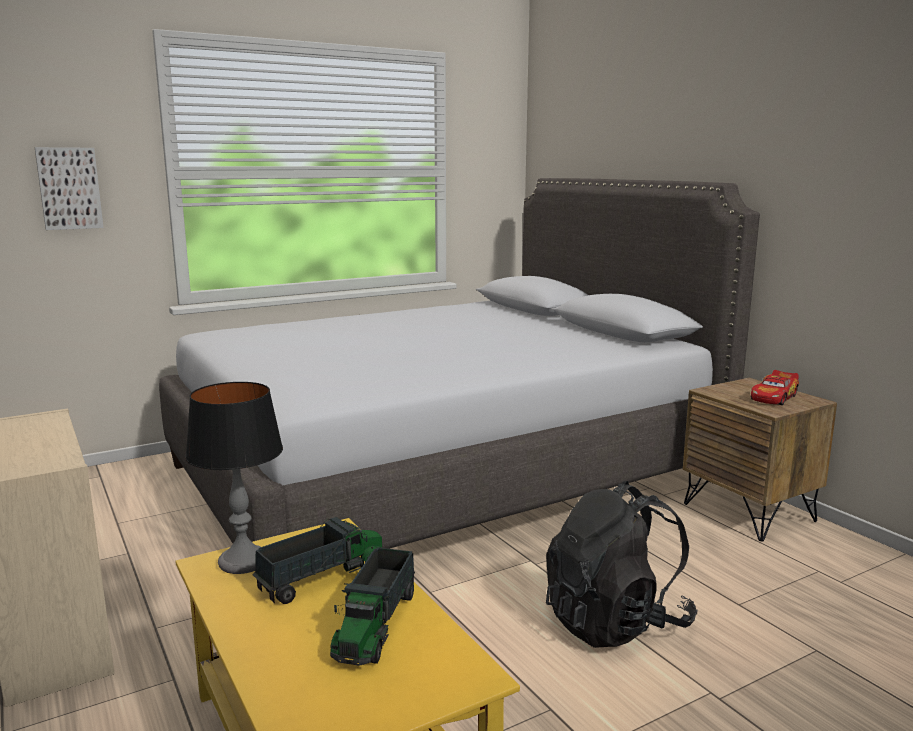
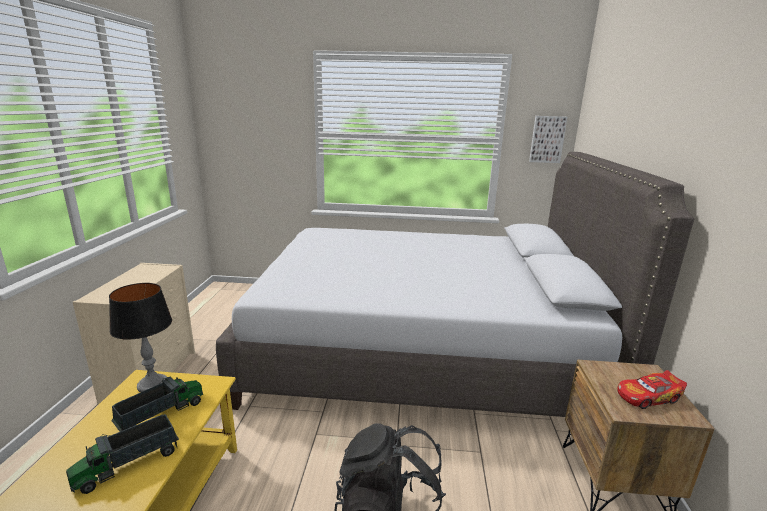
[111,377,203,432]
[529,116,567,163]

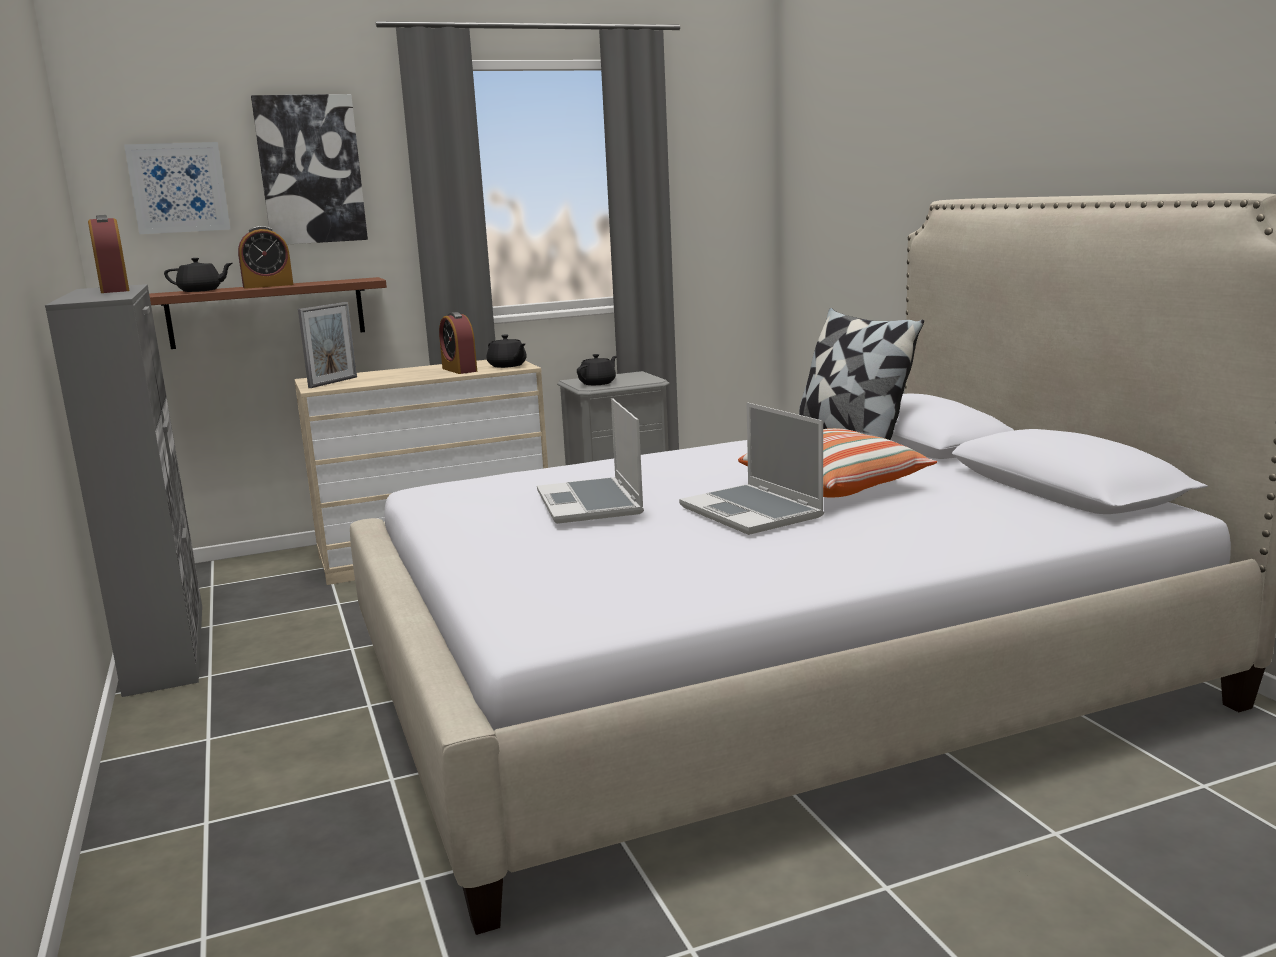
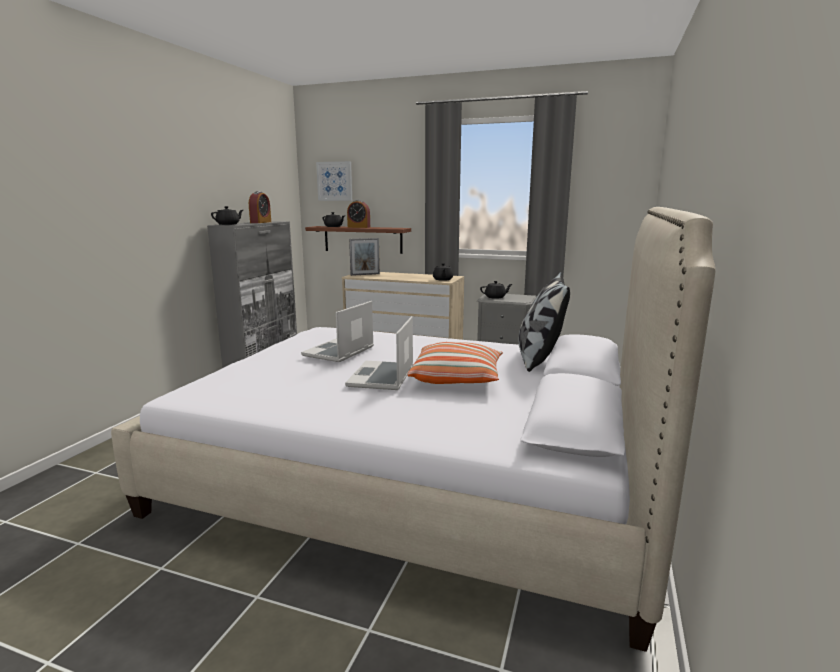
[211,206,243,225]
[251,94,368,245] (first image)
[439,312,477,374] (first image)

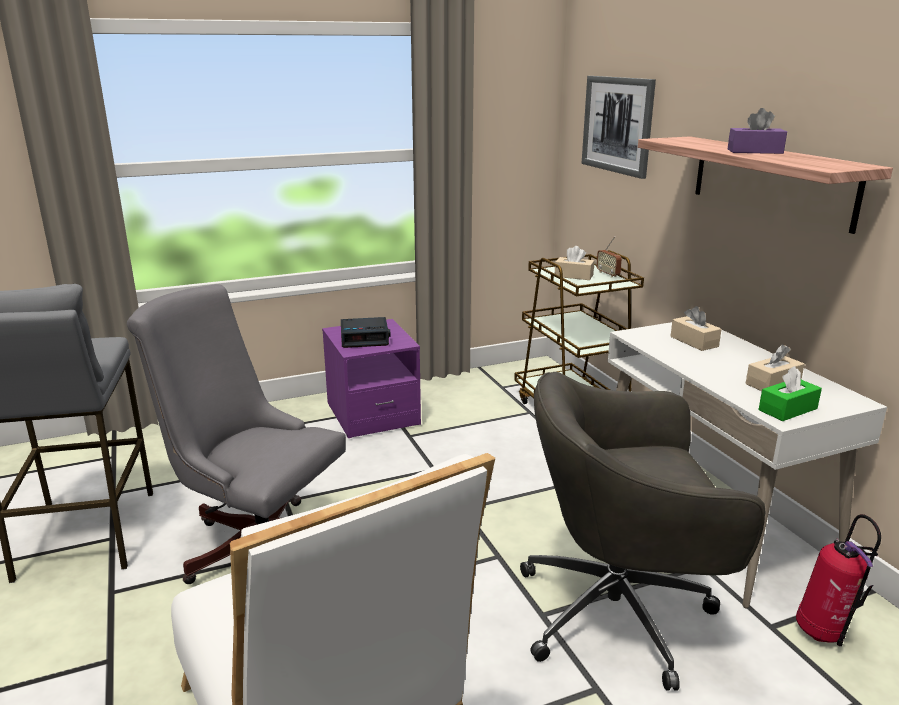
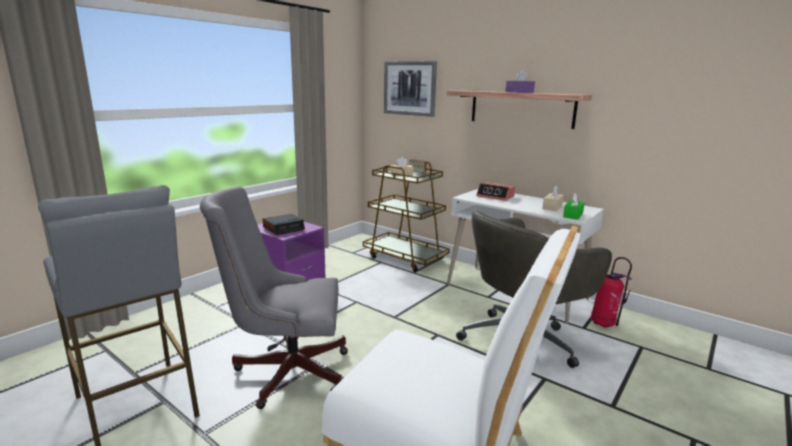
[476,183,515,201]

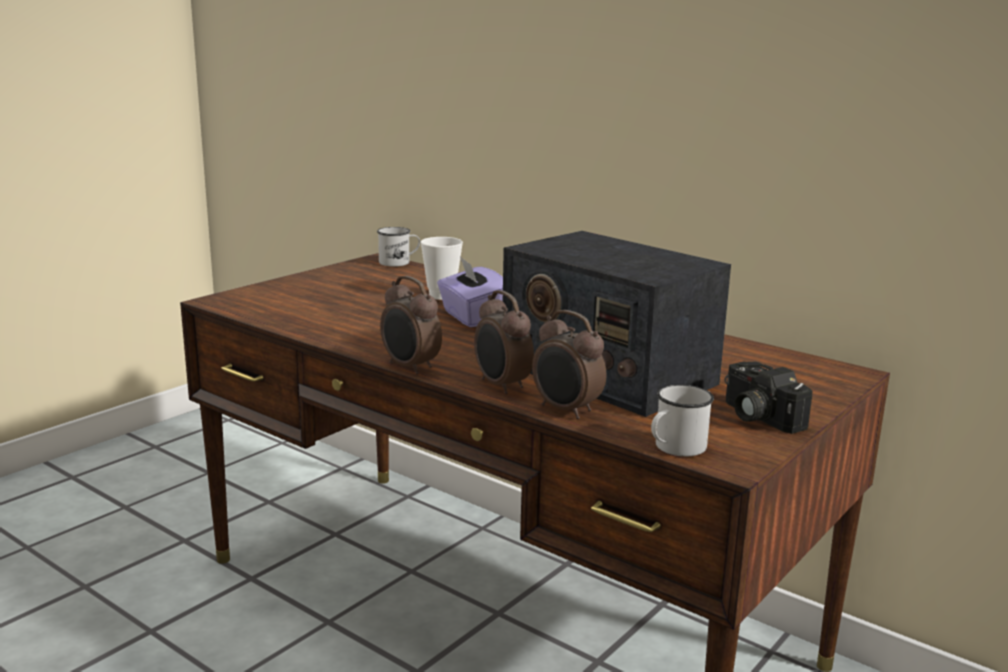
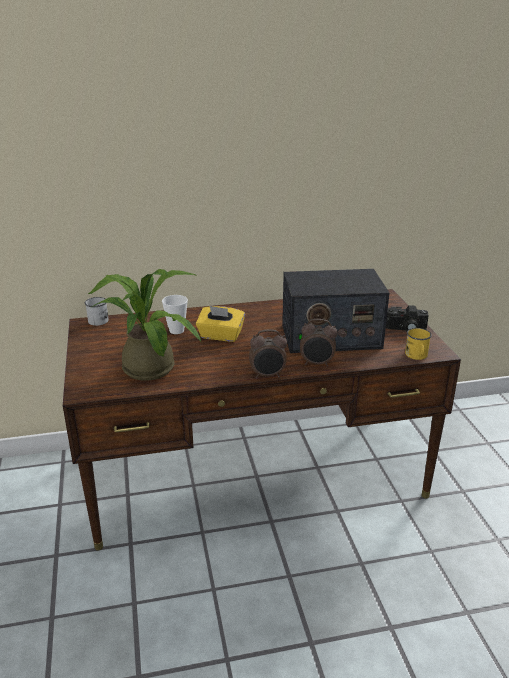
[88,269,201,381]
[196,306,245,342]
[405,328,432,360]
[532,310,606,419] (first image)

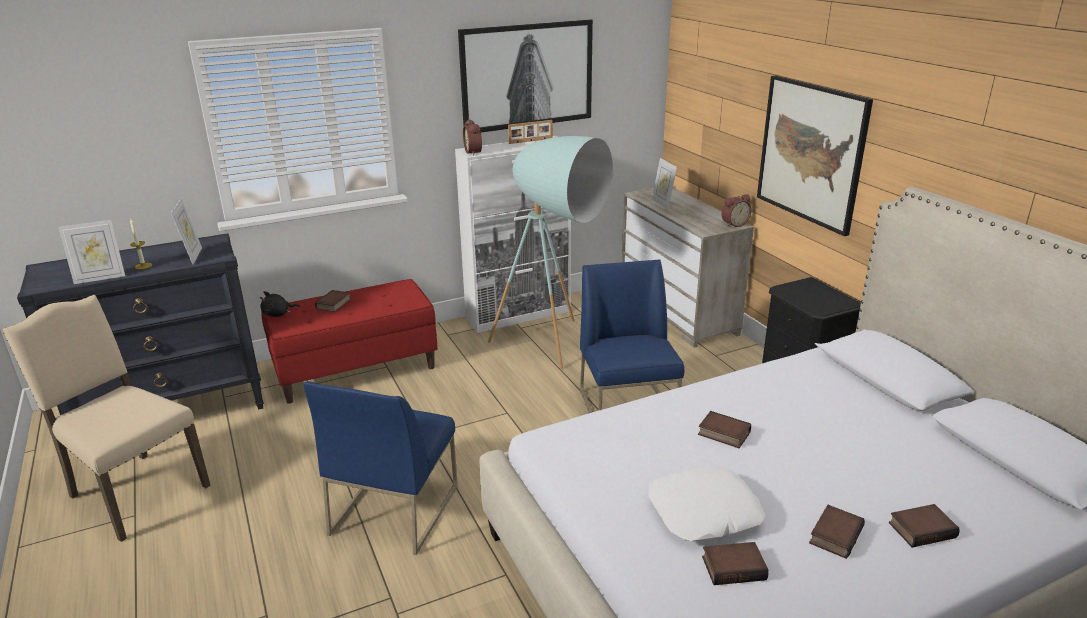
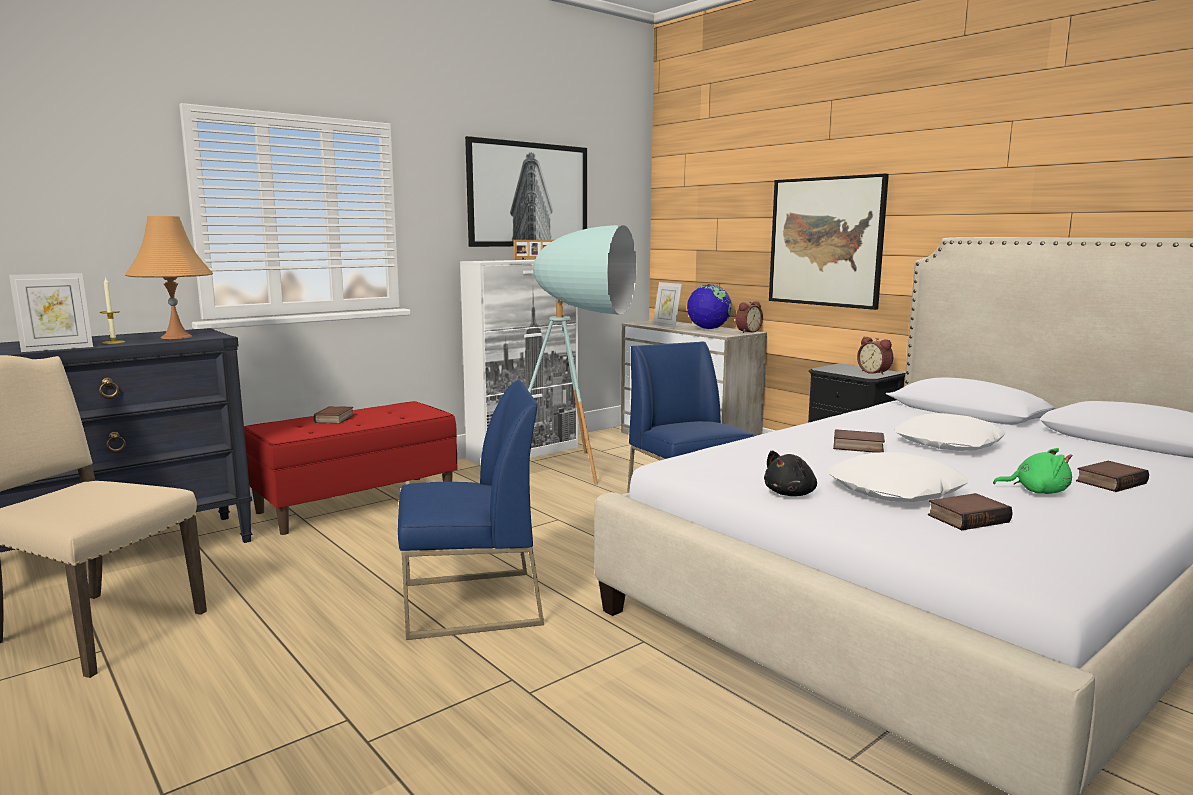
[125,216,213,339]
[398,380,544,640]
[687,284,732,329]
[764,450,817,496]
[857,337,893,375]
[894,413,1006,451]
[993,448,1072,494]

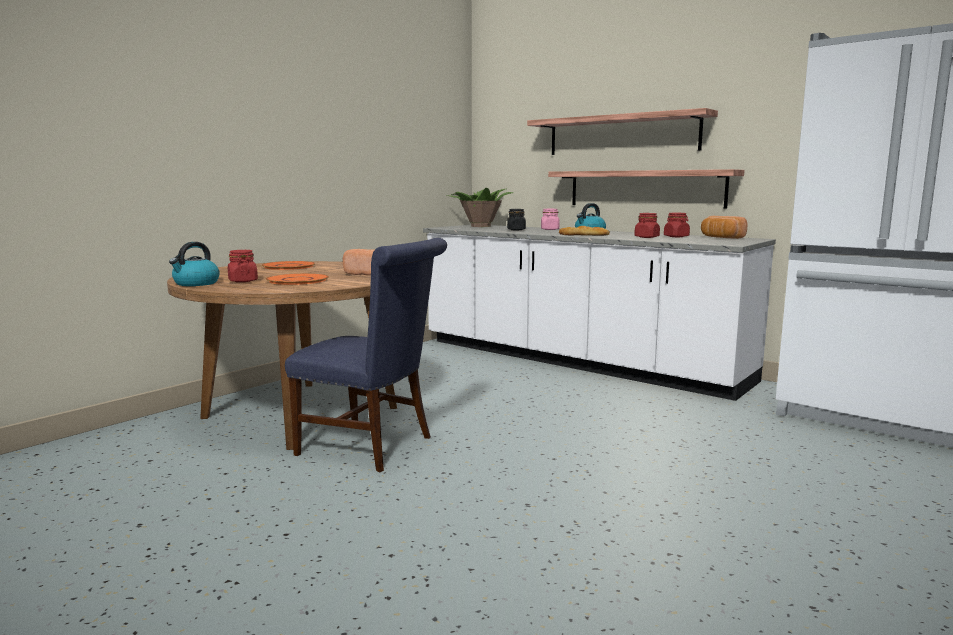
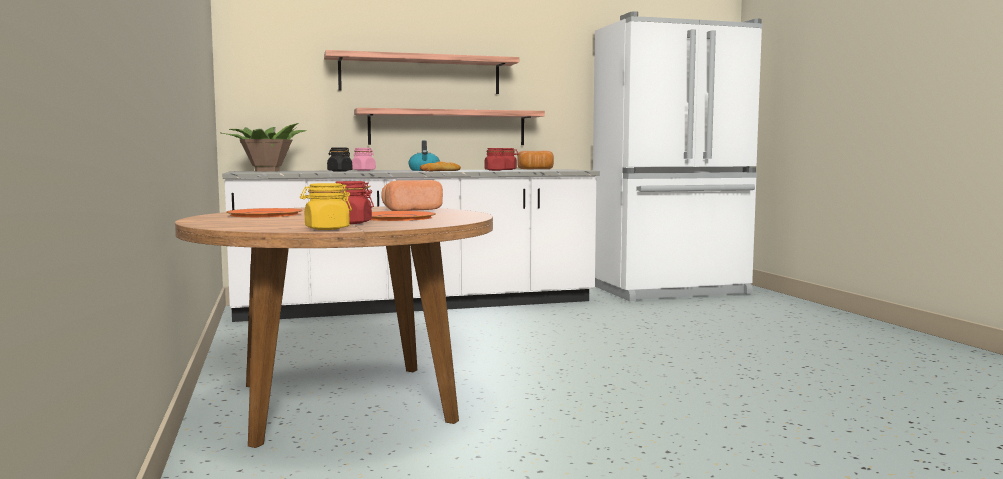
[300,183,352,230]
[285,238,447,473] (first image)

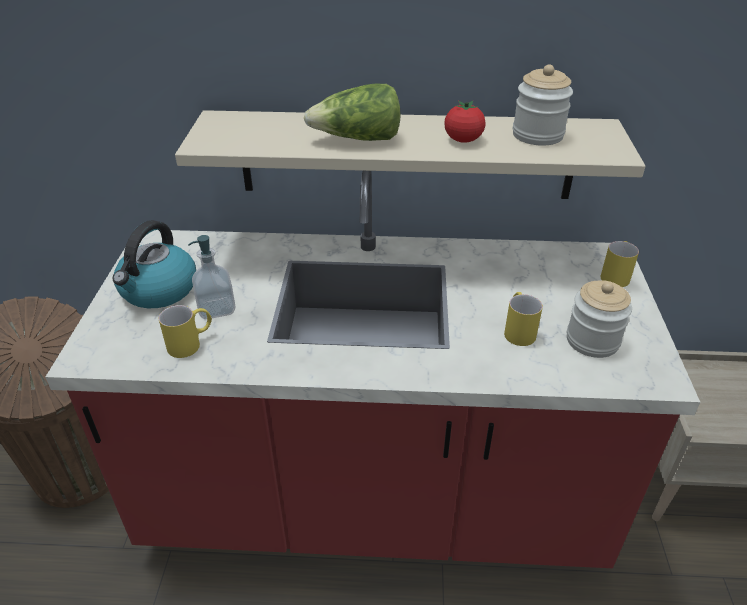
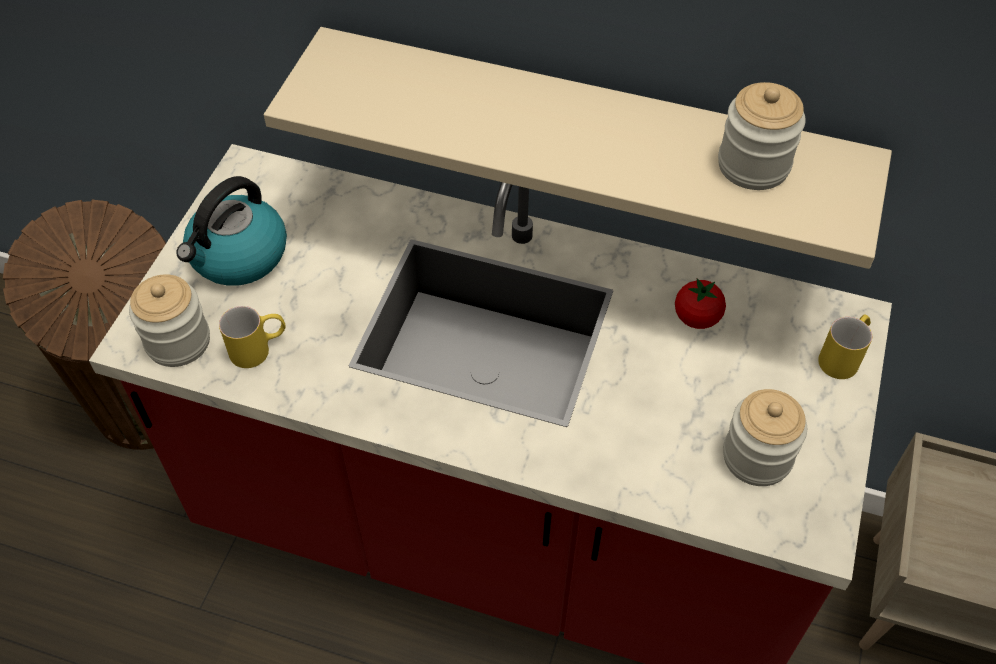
[129,274,210,367]
[675,278,726,329]
[188,235,236,319] (first image)
[303,84,400,141] (first image)
[504,292,543,346] (first image)

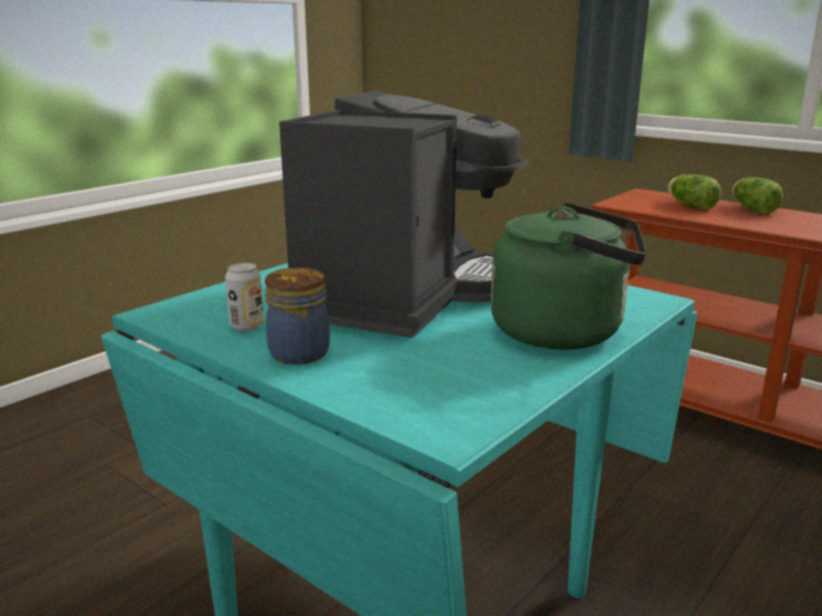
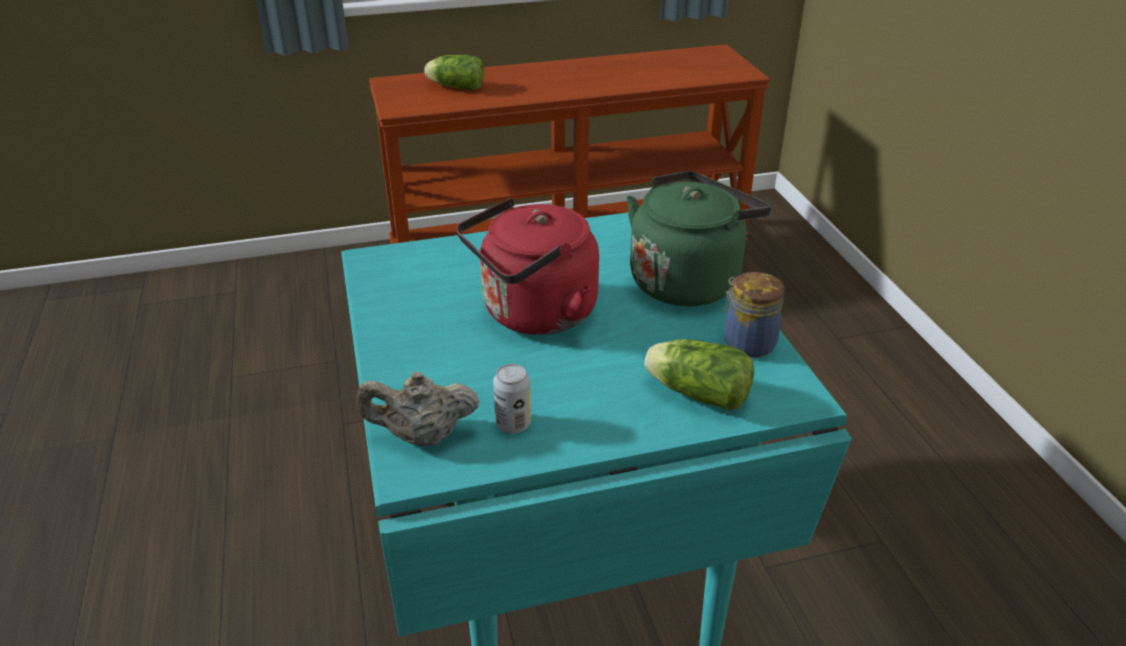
[356,372,480,447]
[456,198,599,335]
[645,339,754,410]
[722,272,784,358]

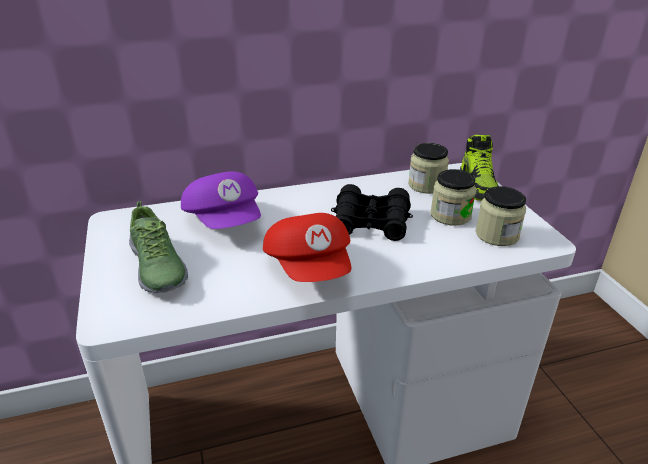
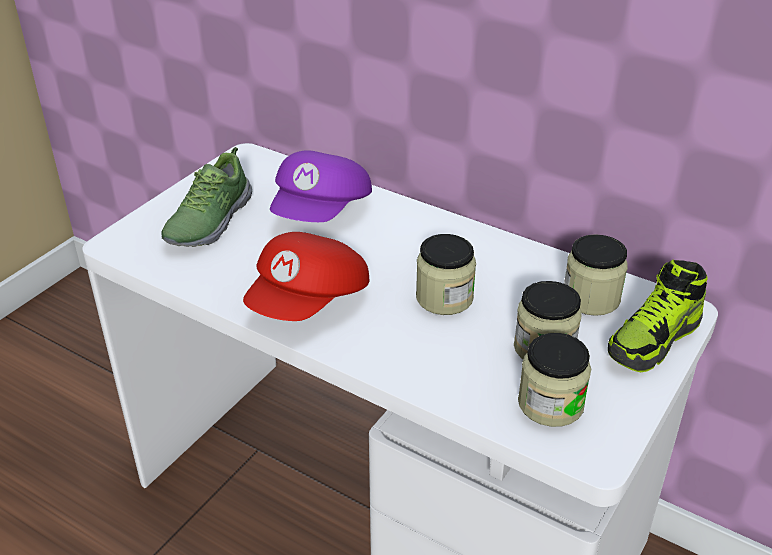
[416,234,476,315]

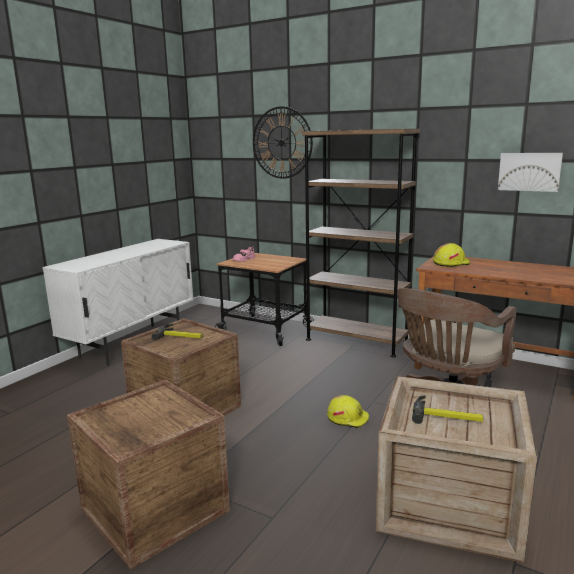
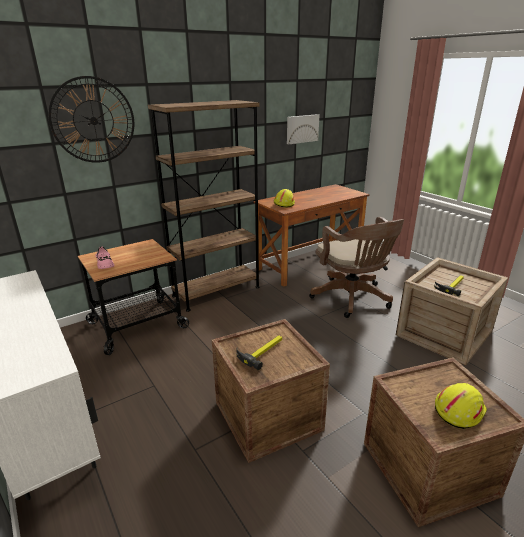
[435,383,487,429]

